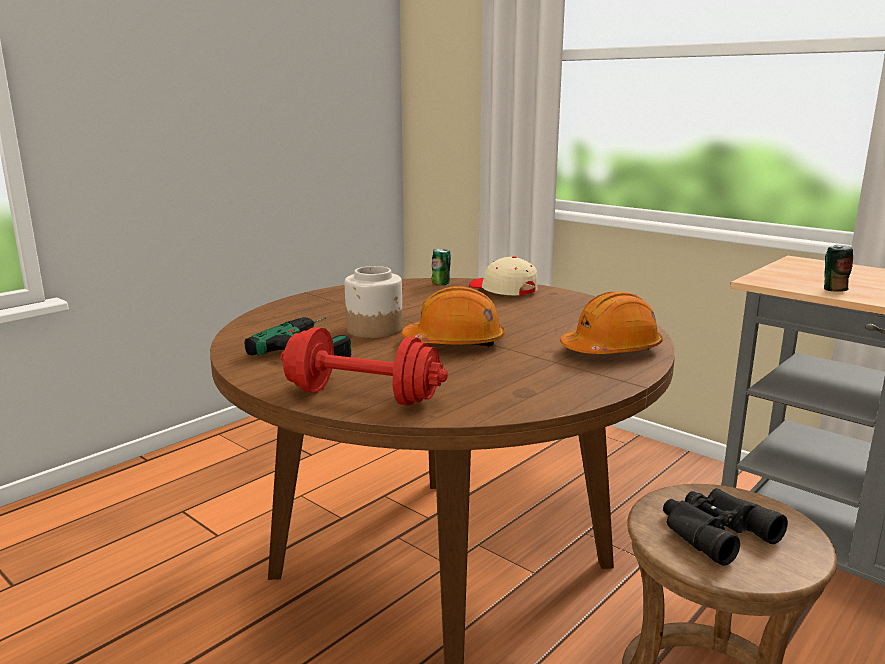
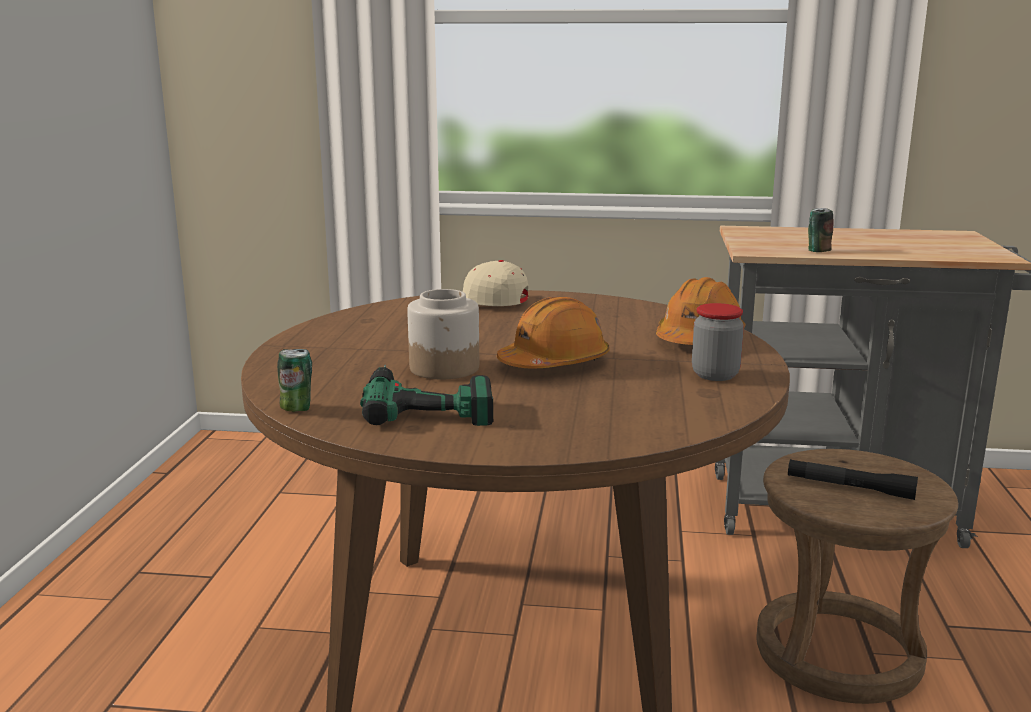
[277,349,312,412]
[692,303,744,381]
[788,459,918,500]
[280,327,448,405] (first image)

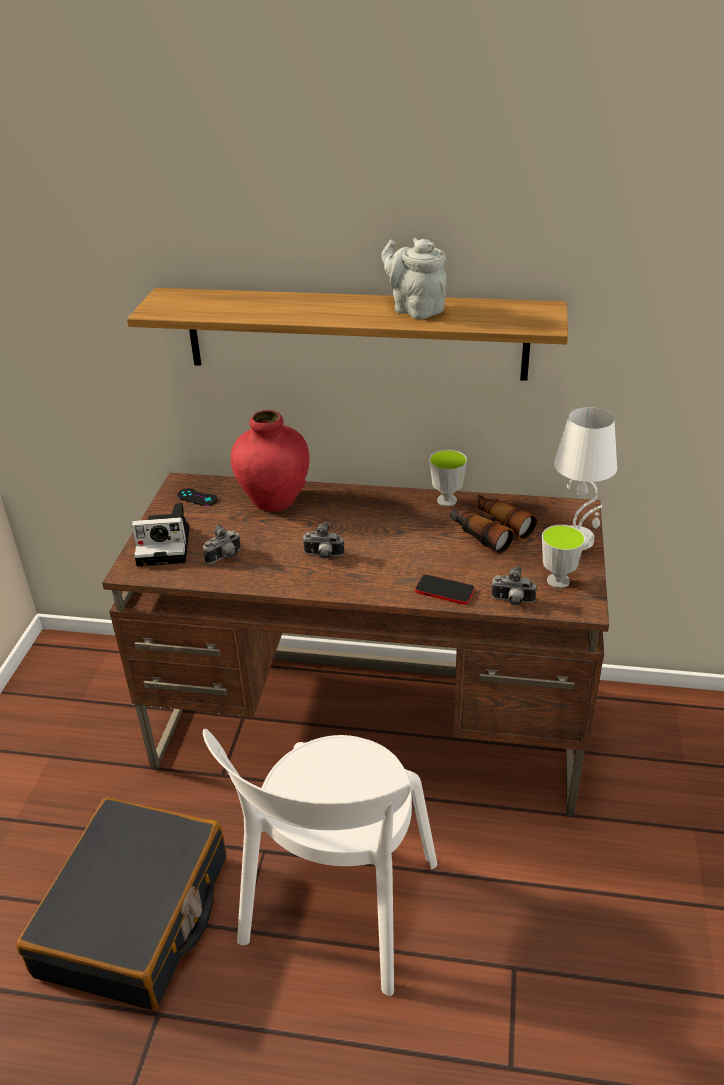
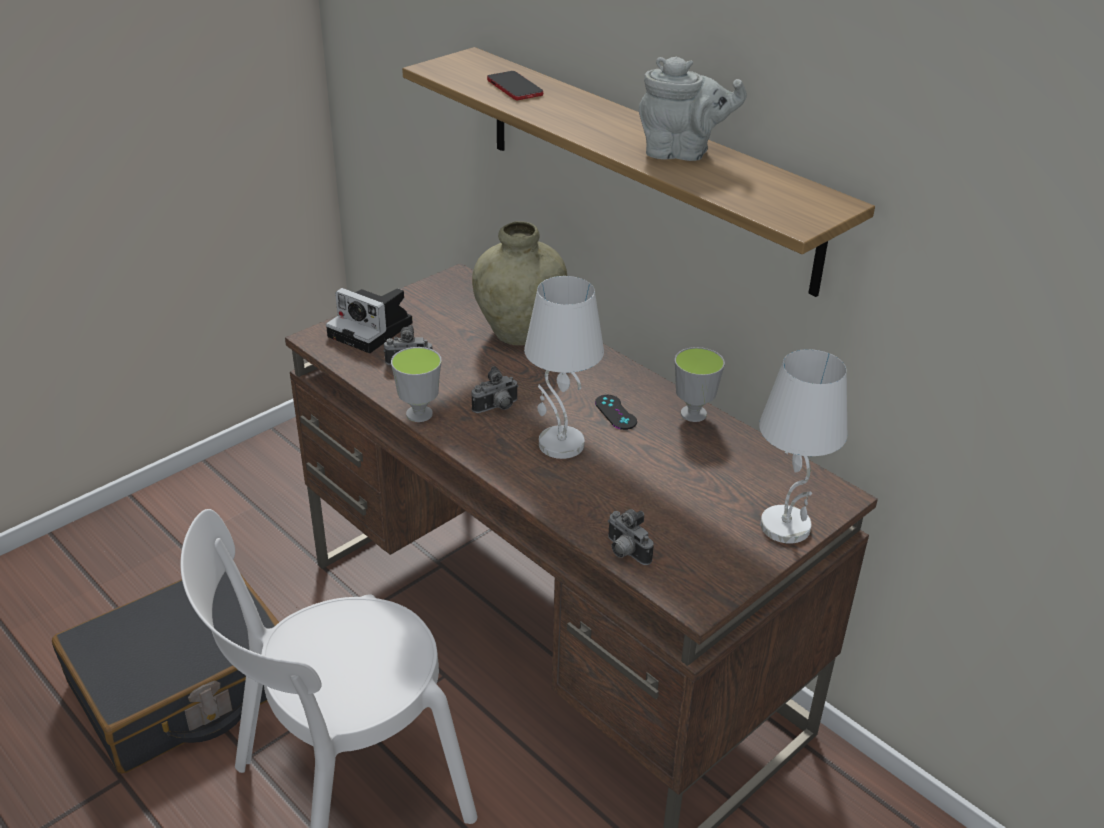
[391,347,441,422]
[471,366,519,413]
[472,221,567,345]
[487,71,543,100]
[524,276,604,459]
[595,395,637,430]
[639,56,747,161]
[450,495,537,555] (first image)

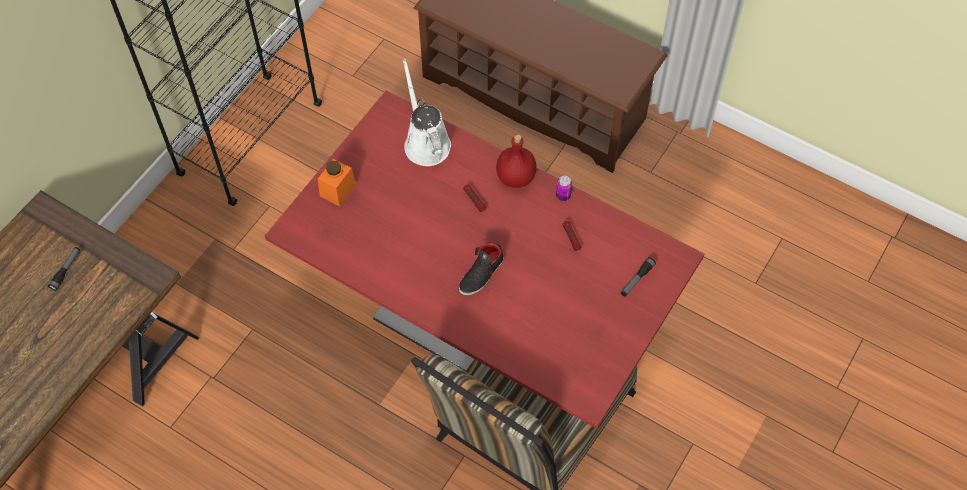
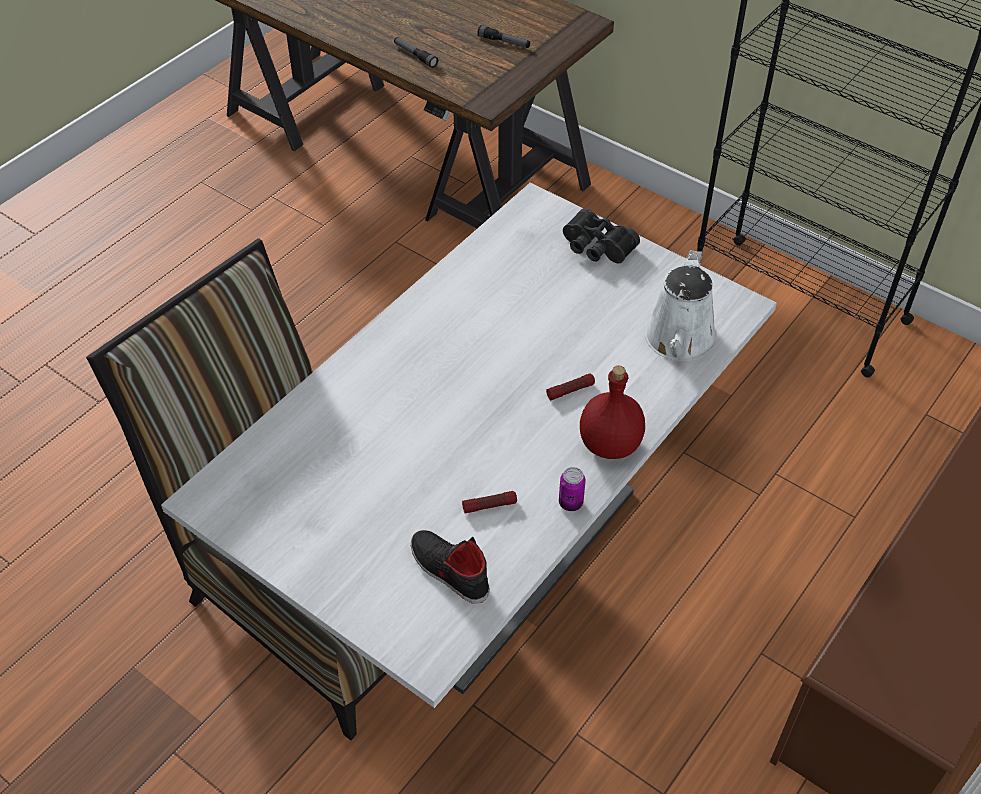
[161,183,777,708]
[394,37,438,68]
[411,530,490,604]
[563,208,640,263]
[644,250,717,361]

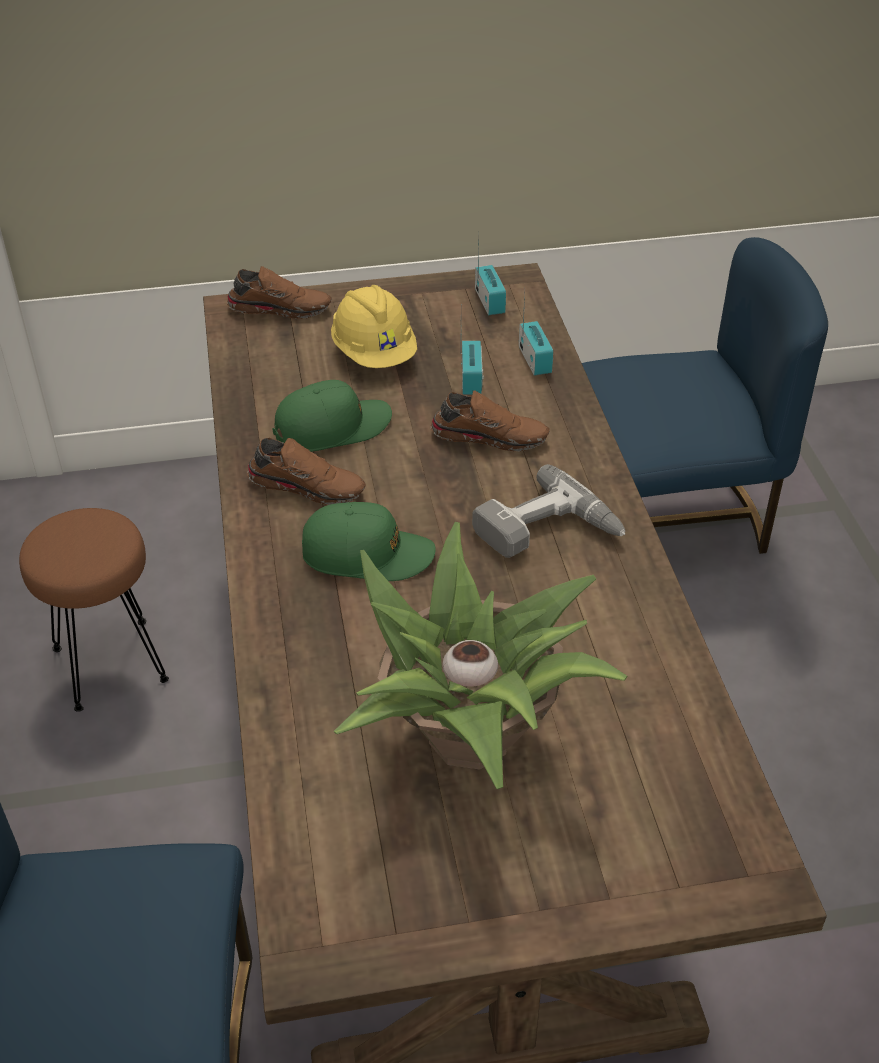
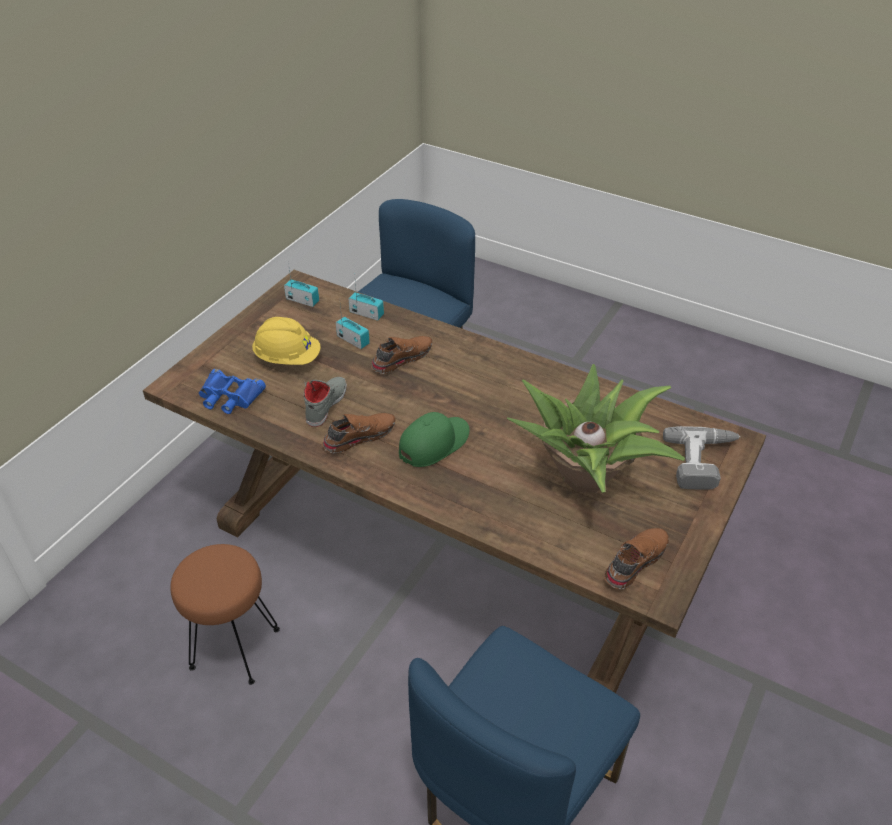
[199,369,266,414]
[304,377,347,427]
[604,528,669,589]
[663,426,740,490]

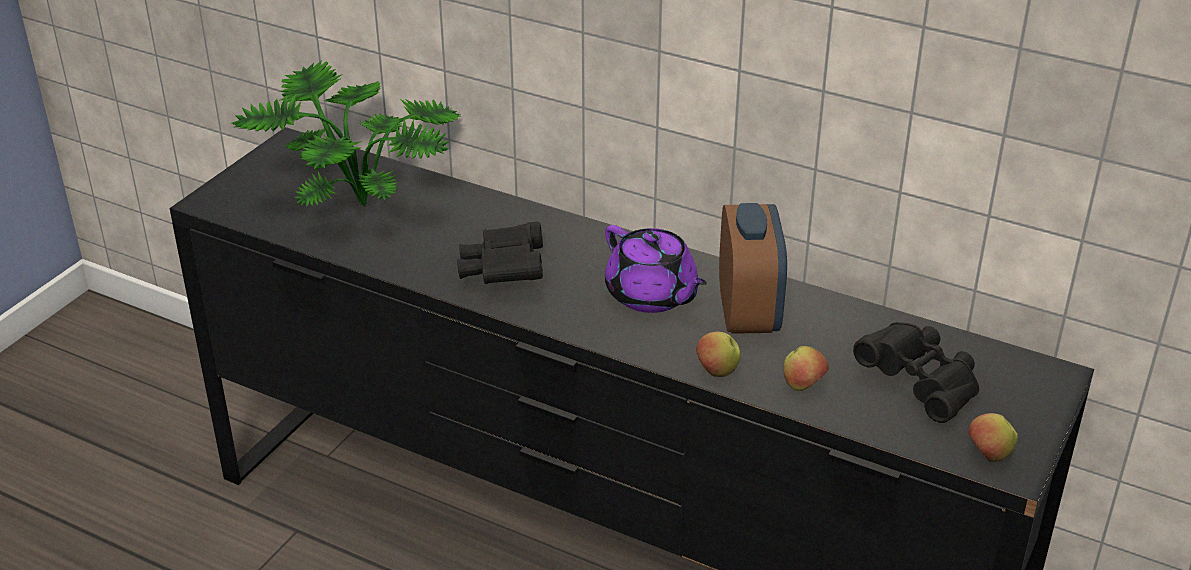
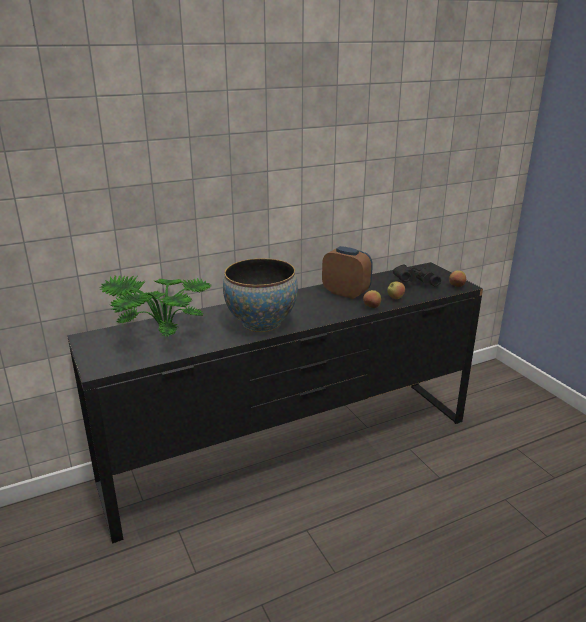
[223,258,298,332]
[605,225,707,313] (first image)

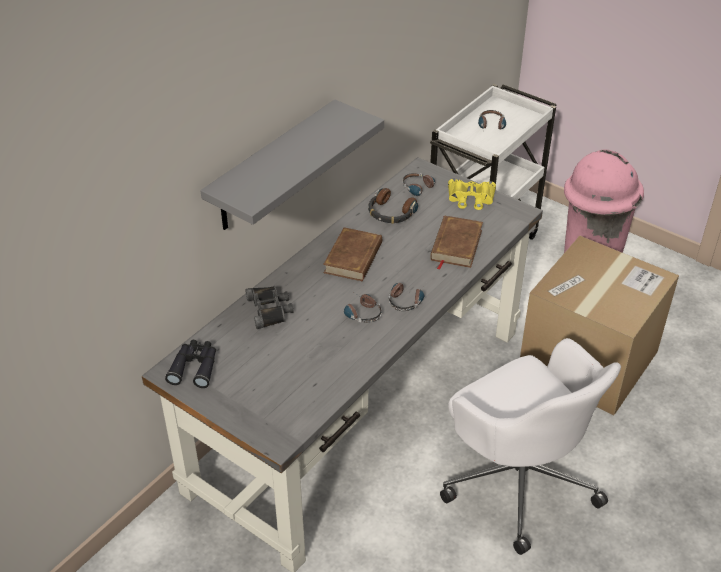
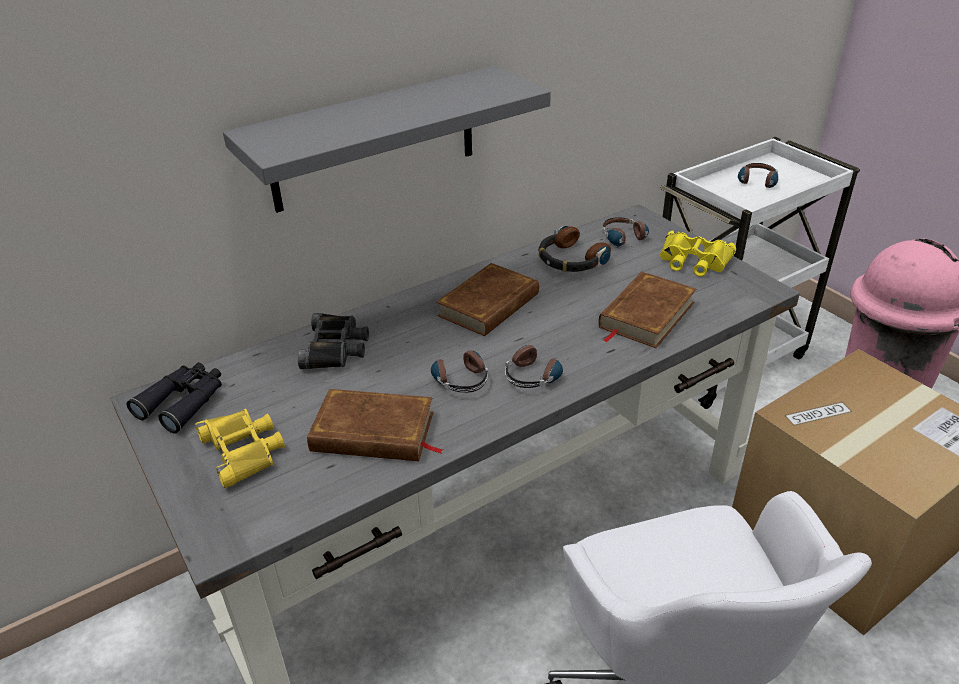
[195,409,285,488]
[307,389,443,461]

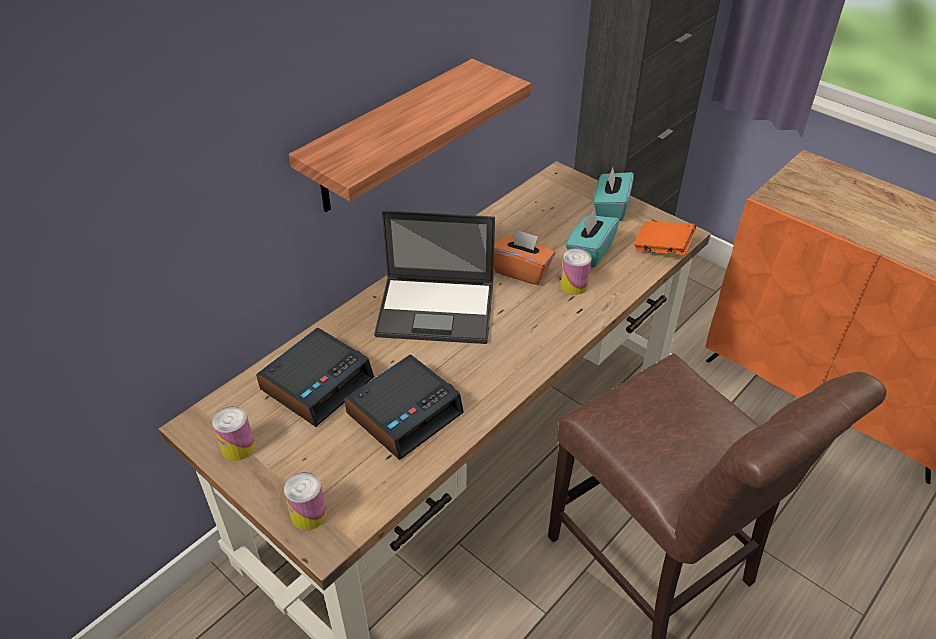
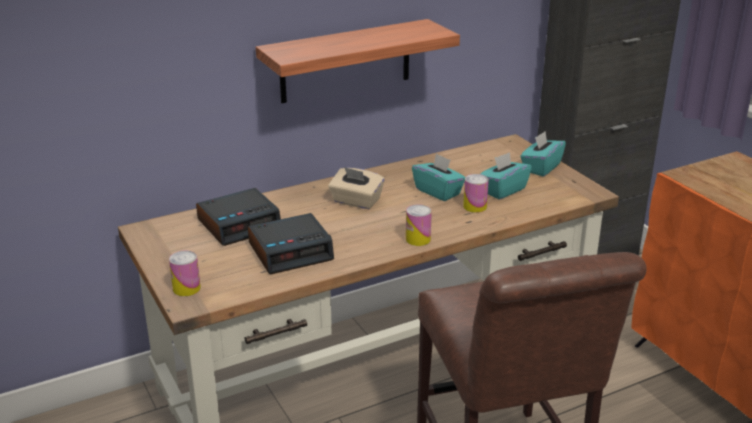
[328,167,384,209]
[406,204,432,246]
[412,153,465,201]
[633,221,696,255] (first image)

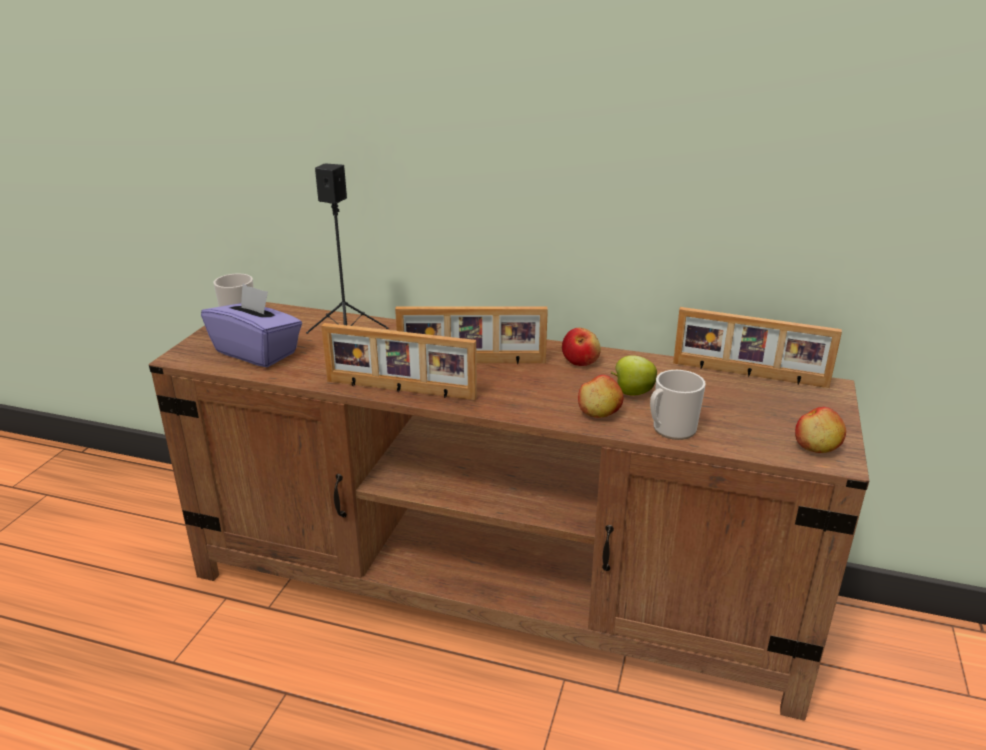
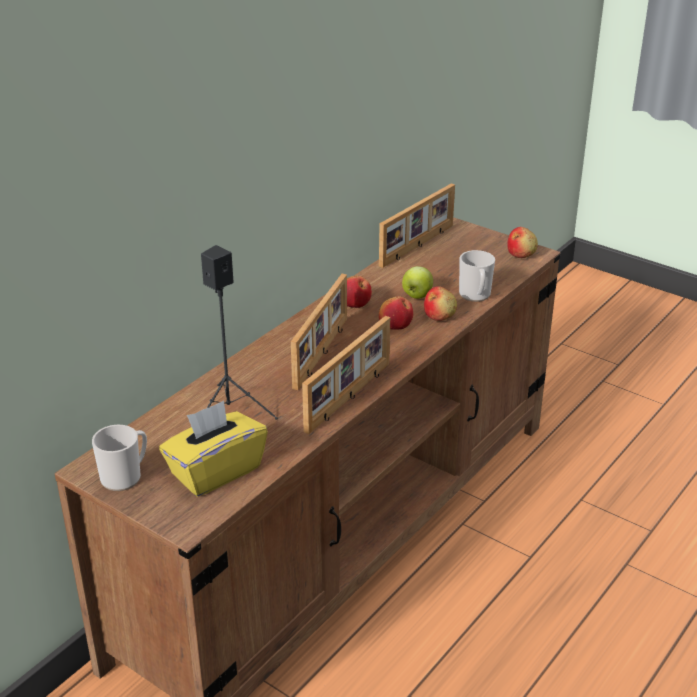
[159,401,268,497]
[379,296,413,330]

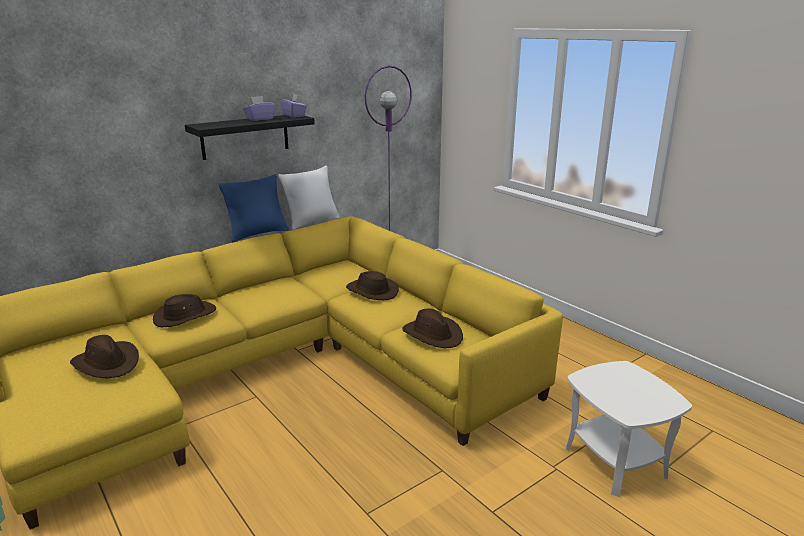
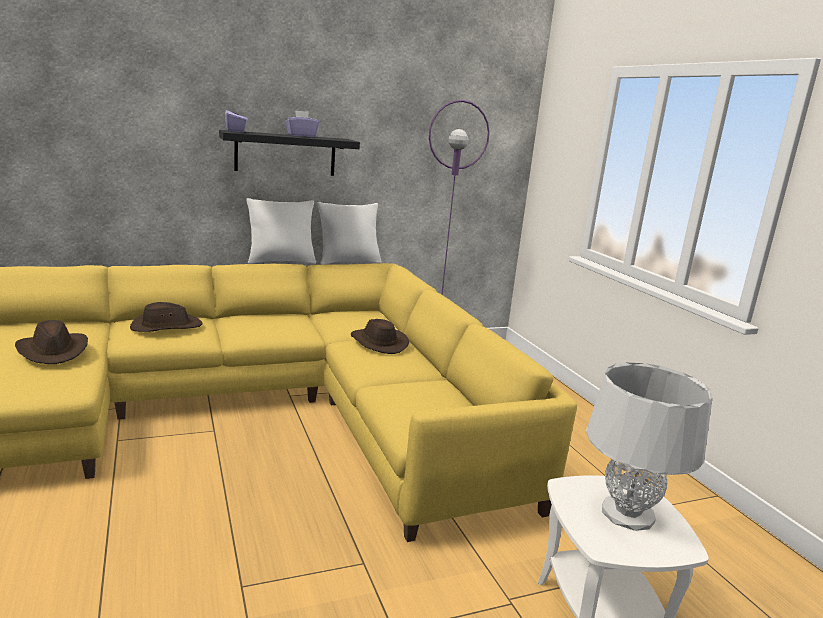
[225,106,248,132]
[247,198,316,264]
[586,362,713,531]
[402,309,463,348] (first image)

